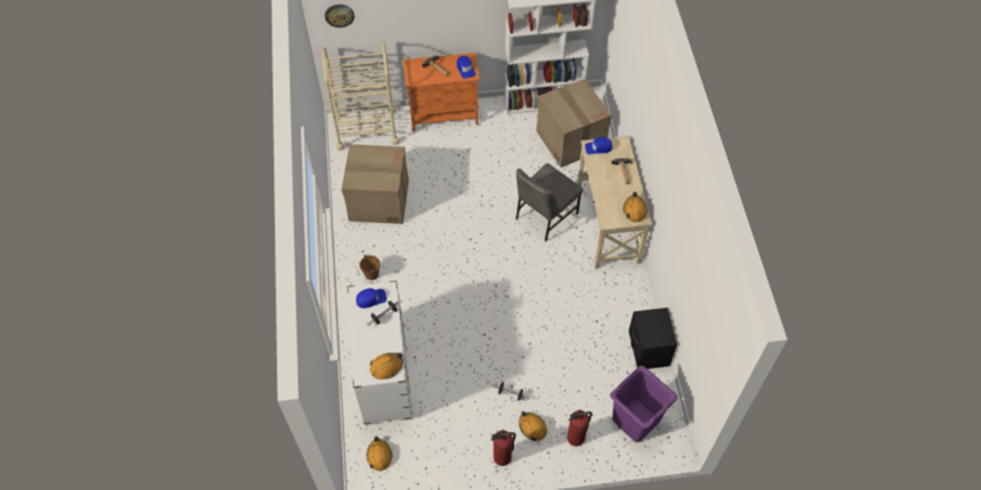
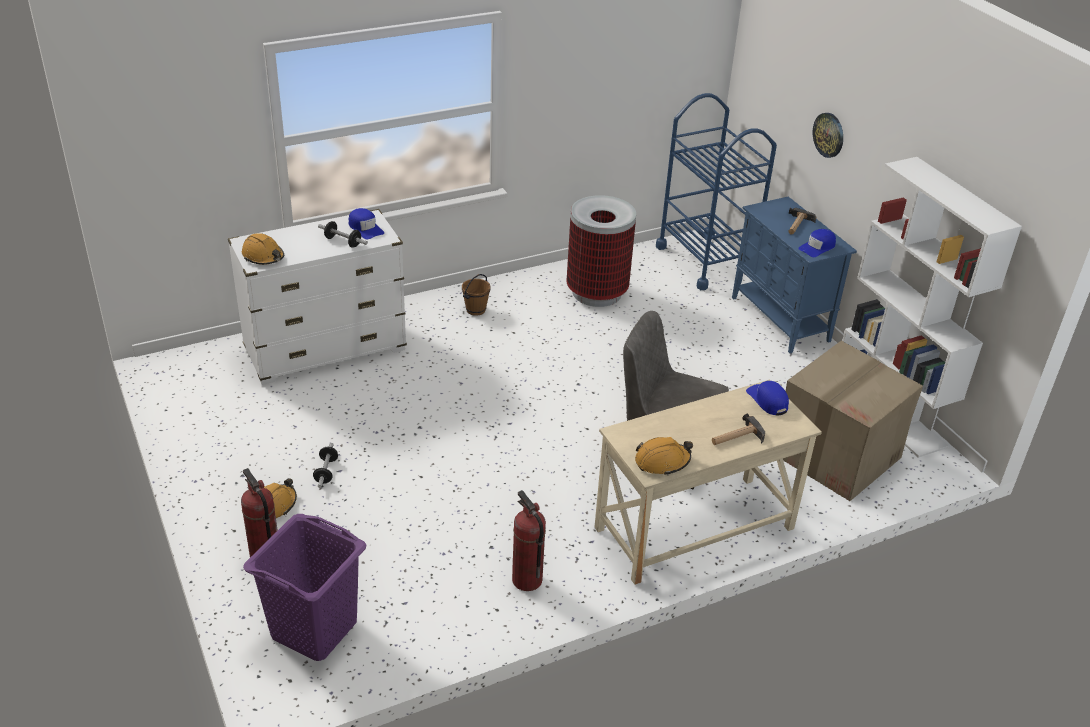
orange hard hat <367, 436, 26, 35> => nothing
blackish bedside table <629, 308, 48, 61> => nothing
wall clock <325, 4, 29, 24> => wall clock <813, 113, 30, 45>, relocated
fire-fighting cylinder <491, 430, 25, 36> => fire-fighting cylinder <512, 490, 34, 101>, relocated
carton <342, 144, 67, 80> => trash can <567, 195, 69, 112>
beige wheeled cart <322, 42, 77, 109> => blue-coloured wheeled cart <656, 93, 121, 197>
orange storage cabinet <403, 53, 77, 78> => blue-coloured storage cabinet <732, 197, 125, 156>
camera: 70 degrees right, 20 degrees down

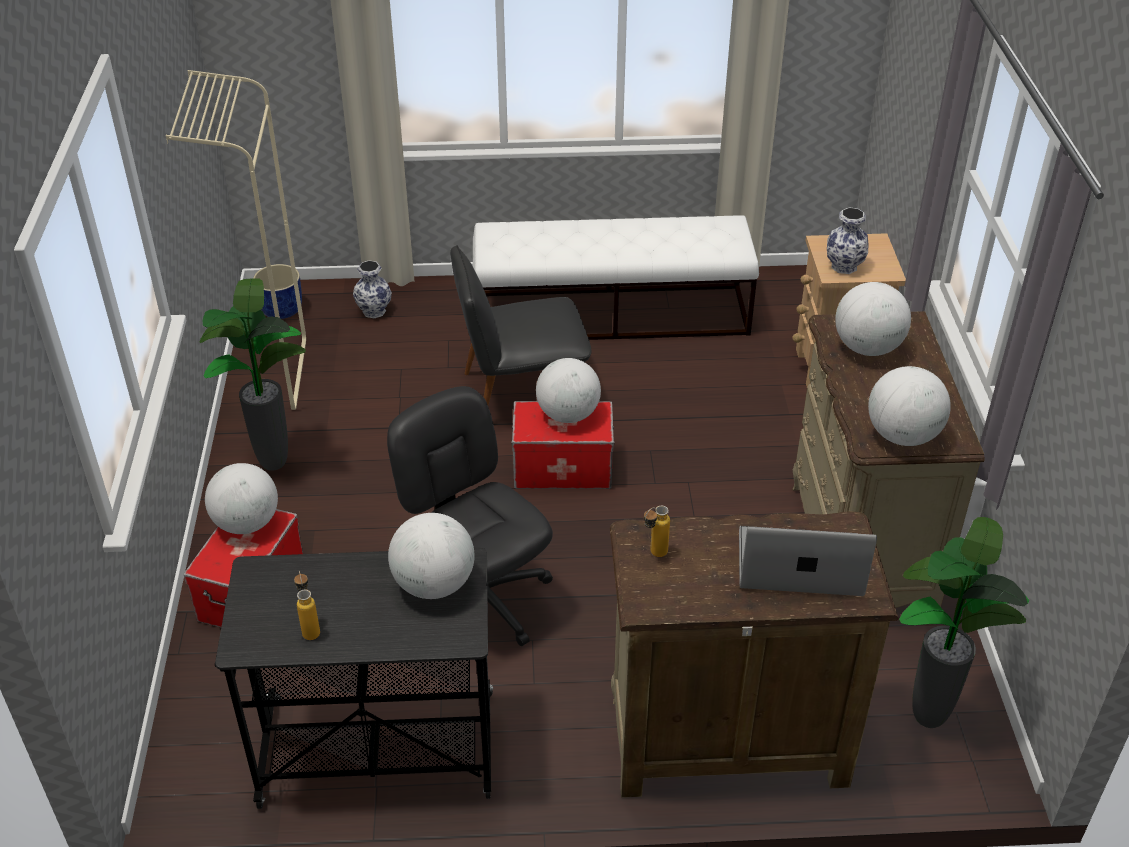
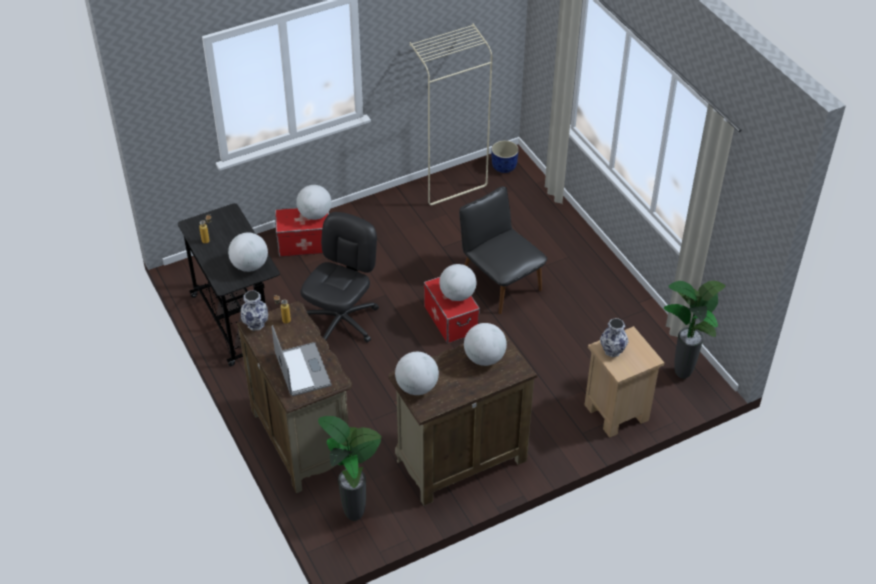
white-coloured bench <473, 215, 286, 125> => nothing
potted plant <199, 278, 107, 193> => potted plant <664, 281, 61, 98>, relocated
flower vase <353, 260, 39, 58> => flower vase <241, 290, 27, 41>, relocated
camera: 65 degrees right, 5 degrees up

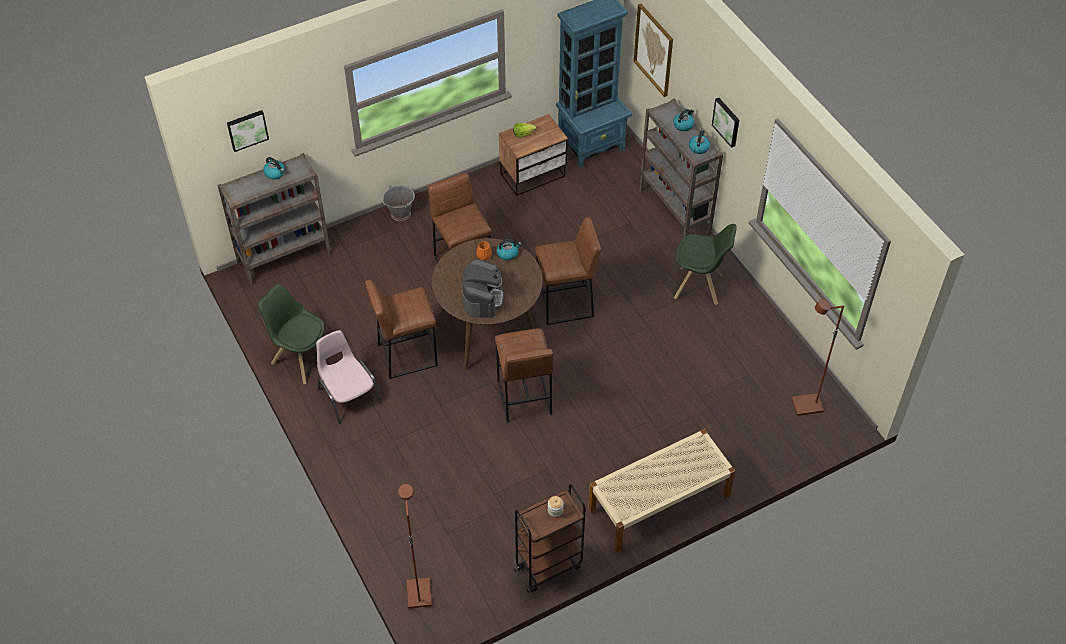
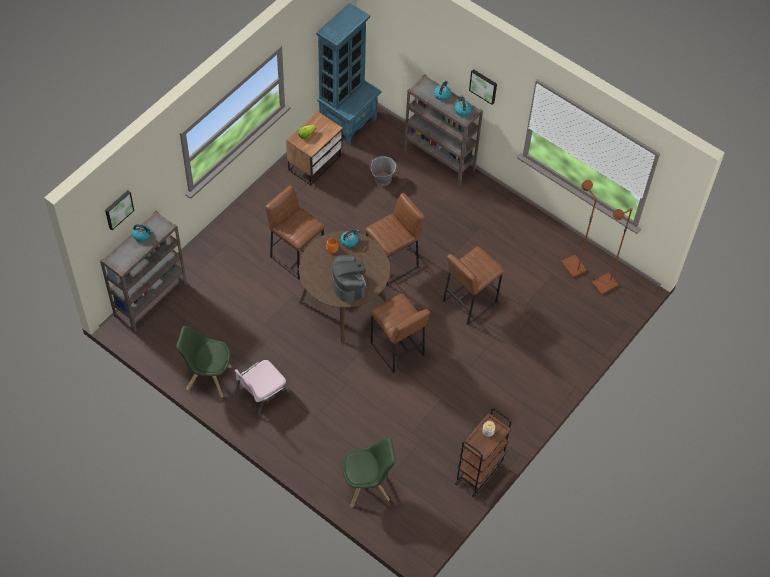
beige bench <588, 429, 147, 124> => nothing
picture <634, 4, 39, 93> => nothing
brown stool seat <365, 280, 73, 99> => brown stool seat <443, 246, 61, 79>, relocated
gray bucket <383, 185, 32, 36> => gray bucket <371, 156, 25, 30>, relocated
brown standard lamp <398, 484, 34, 125> => brown standard lamp <561, 180, 36, 98>, relocated
greenish chair <674, 224, 63, 81> => greenish chair <343, 437, 53, 71>, relocated
pink-coloured chair <316, 330, 66, 94> => pink-coloured chair <235, 360, 56, 58>, 75 degrees counterclockwise
camera: 25 degrees left, 5 degrees up

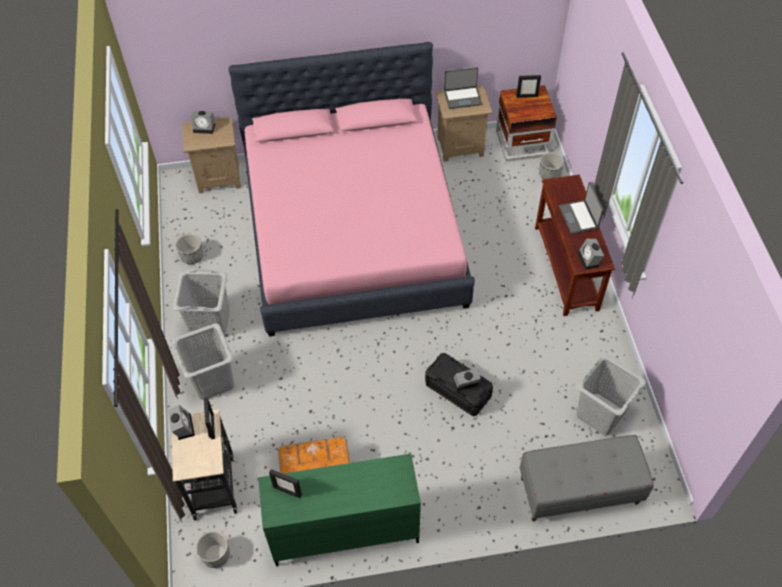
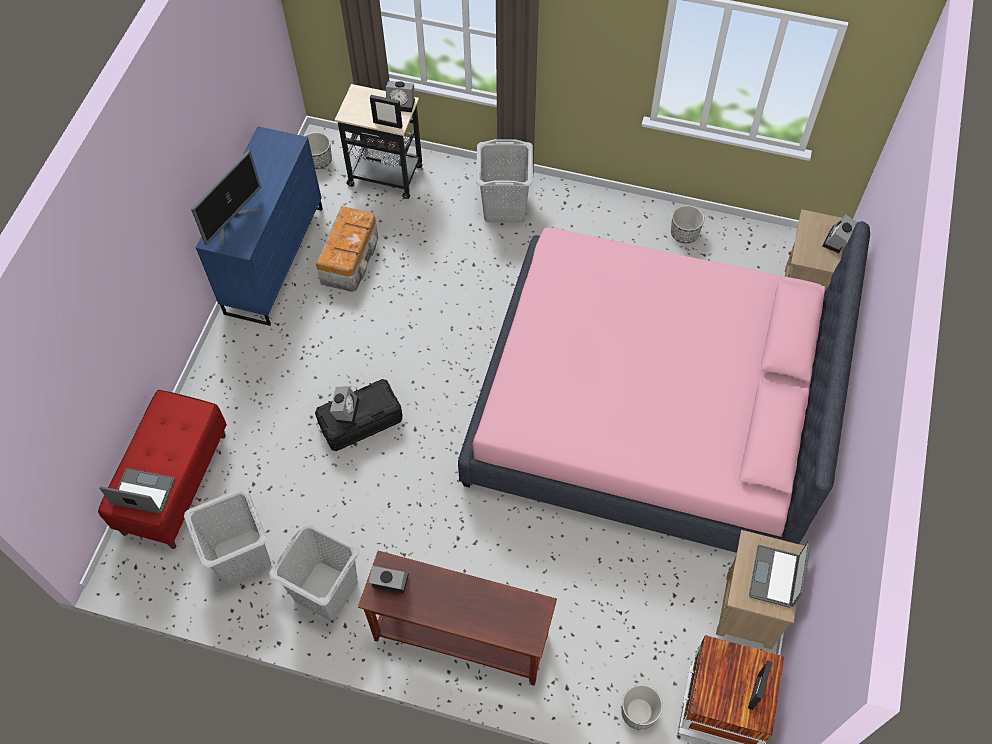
standing frame <269, 469, 33, 29> => nothing
nothing => monitor <191, 150, 71, 98>
gray hamper <173, 269, 57, 67> => gray hamper <269, 521, 91, 100>, relocated
laptop <559, 182, 45, 52> => laptop <99, 468, 76, 45>, relocated
greenish dresser <258, 454, 163, 112> => blue-coloured dresser <196, 126, 127, 200>
gray bench <520, 435, 134, 86> => reddish bench <98, 390, 129, 159>
camera: 115 degrees right, 5 degrees up

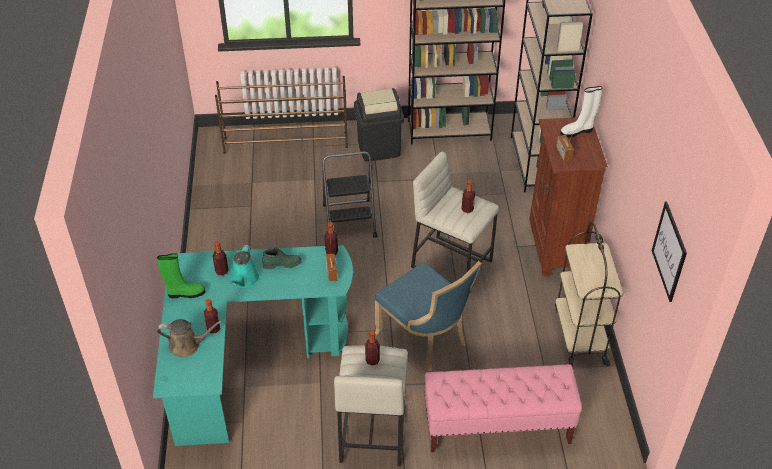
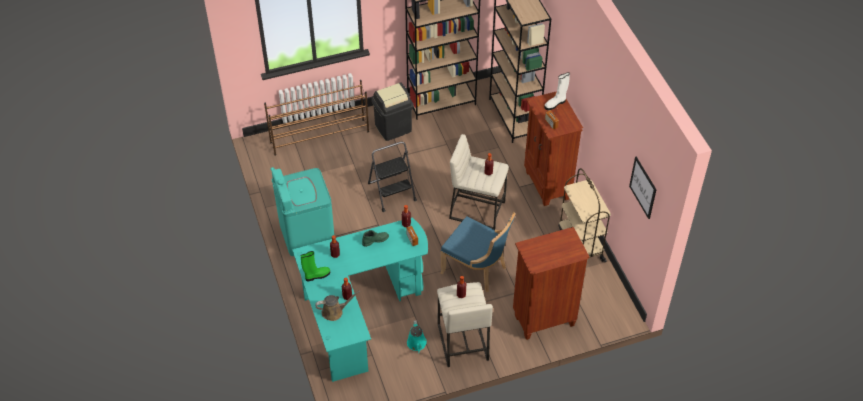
nothing => turquoise-coloured laundry machine <270, 167, 64, 89>
turquoise-coloured watering pot <230, 245, 30, 43> => turquoise-coloured watering pot <407, 320, 20, 33>, relocated
pink-coloured bench <424, 364, 158, 88> => brown storage cabinet <513, 227, 77, 113>
camera: 15 degrees left, 5 degrees up

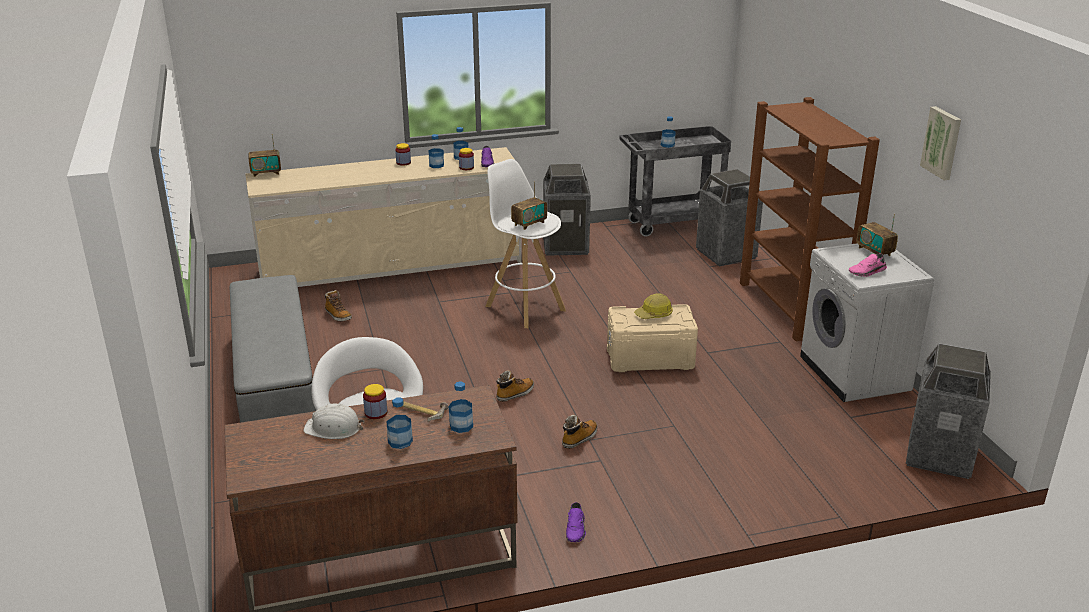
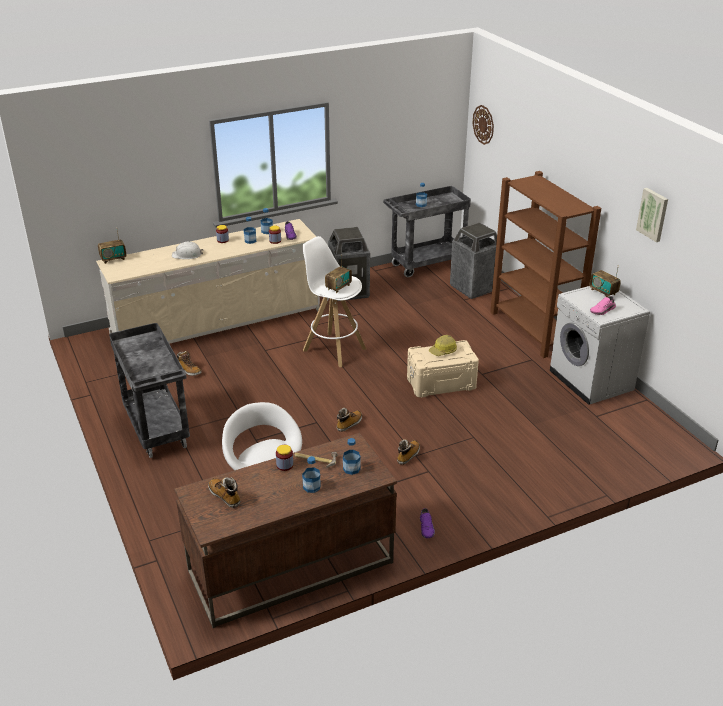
trash can <906, 343, 85, 136> => nothing
nothing => high-top boot <208, 477, 32, 31>
nothing => wall clock <472, 105, 22, 40>
white-coloured hard hat <303, 404, 61, 35> => white-coloured hard hat <172, 241, 31, 18>, relocated
gray bench <229, 275, 87, 148> => gray wheeled cart <109, 323, 81, 135>
camera: 10 degrees left, 5 degrees up

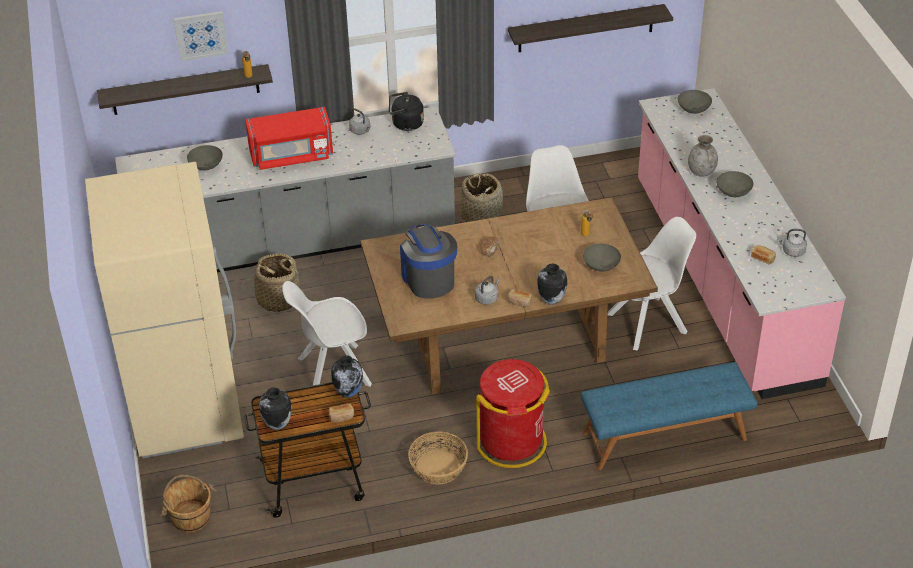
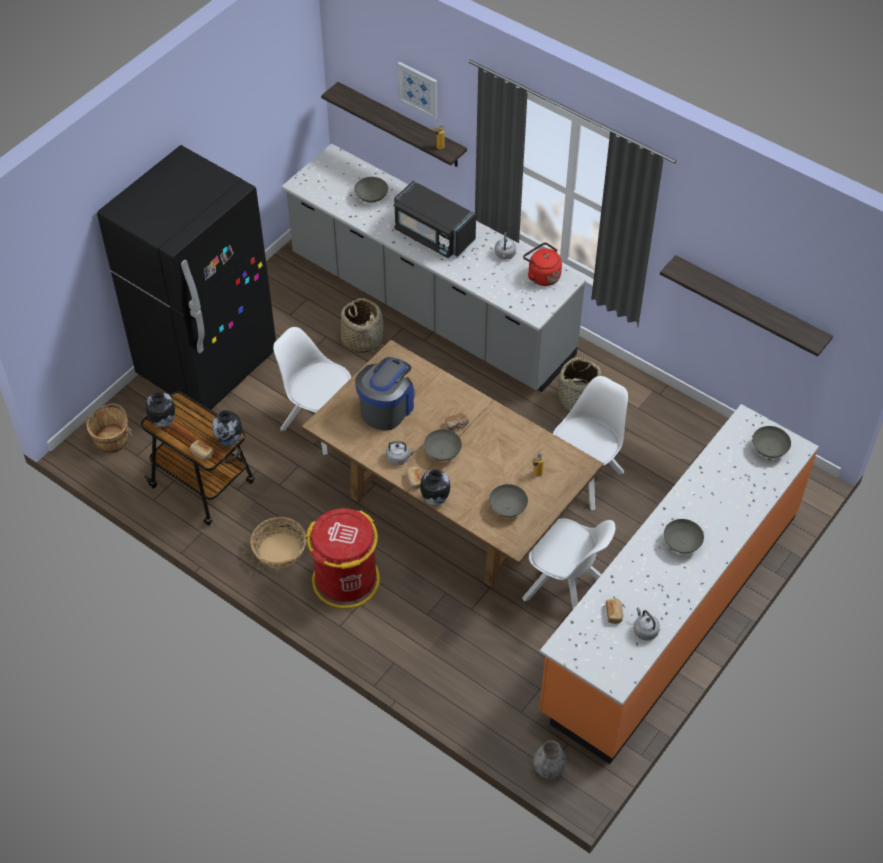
blue-coloured bench <581, 362, 177, 108> => nothing
nothing => gray serving bowl <424, 429, 38, 32>
gray flower vase <688, 135, 30, 42> => gray flower vase <533, 740, 34, 39>, relocated
beige kitchen fridge <85, 162, 159, 296> => blackish kitchen fridge <97, 145, 179, 265>
reddish microwave <245, 107, 88, 63> => blackish microwave <394, 181, 82, 77>
blackish kettle <389, 92, 35, 39> => reddish kettle <523, 242, 39, 44>
pink-coloured kitchen base unit <638, 88, 208, 311> => orange kitchen base unit <540, 404, 279, 360>
camera: 50 degrees right, 10 degrees up

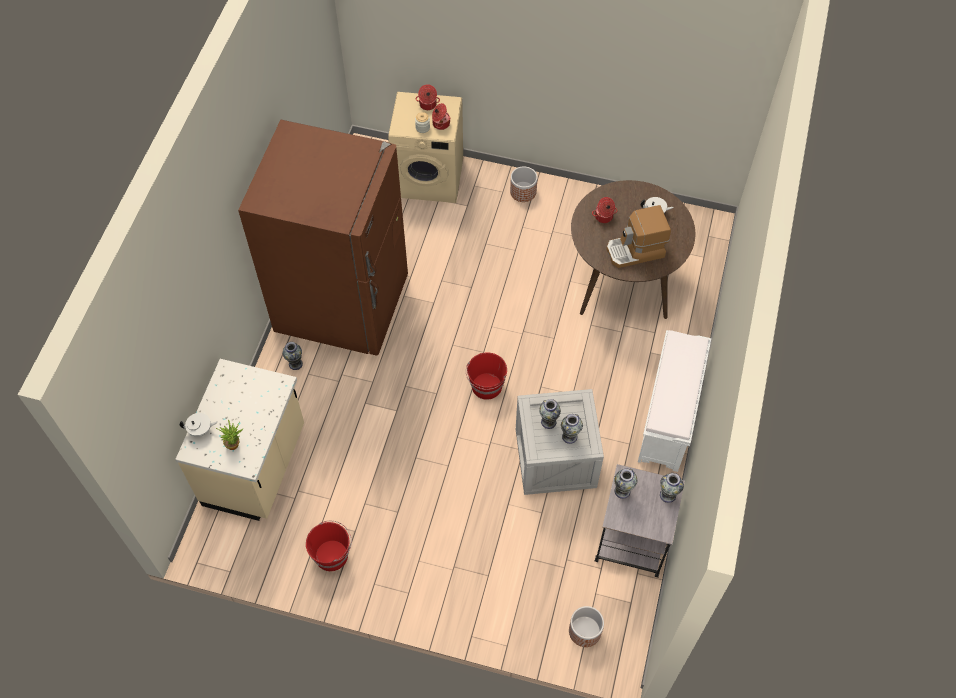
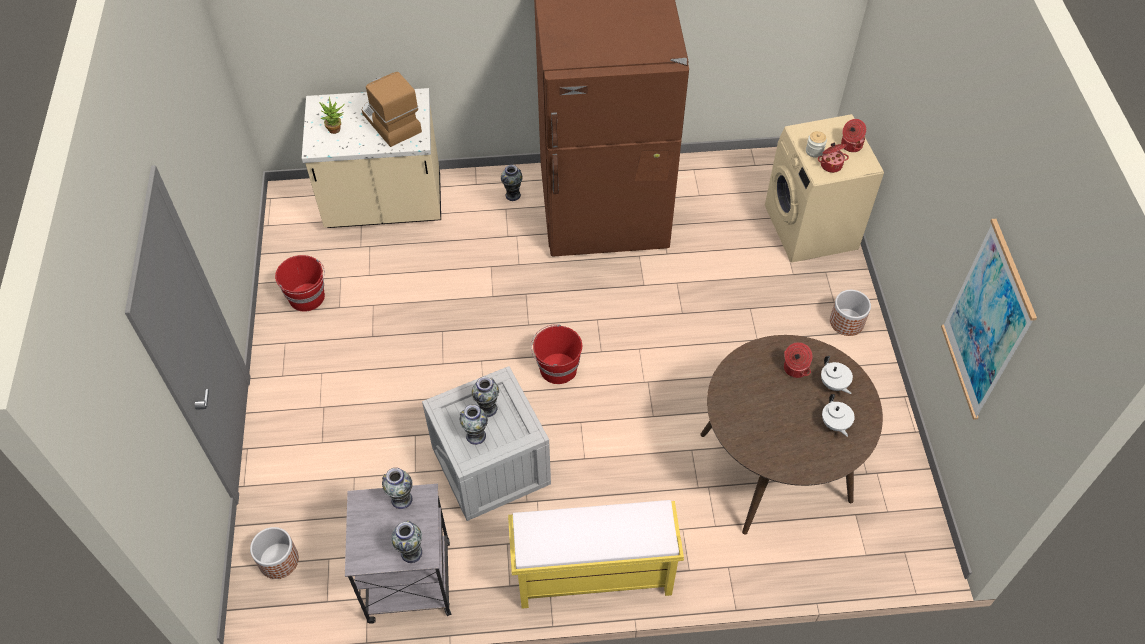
nothing => picture <941, 219, 96, 201>
white-coloured teapot <180, 413, 38, 24> => white-coloured teapot <821, 356, 32, 38>, relocated
coffee brewer <606, 205, 65, 63> => coffee brewer <362, 72, 60, 75>, relocated
white-coloured bench <638, 330, 73, 142> => yellow-coloured bench <508, 500, 176, 109>
camera: 70 degrees right, 5 degrees down

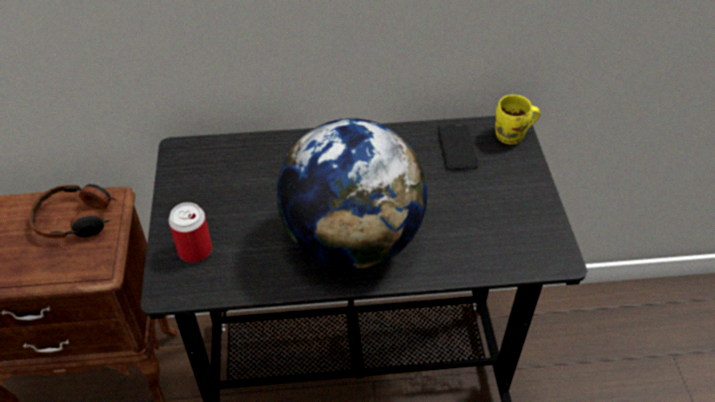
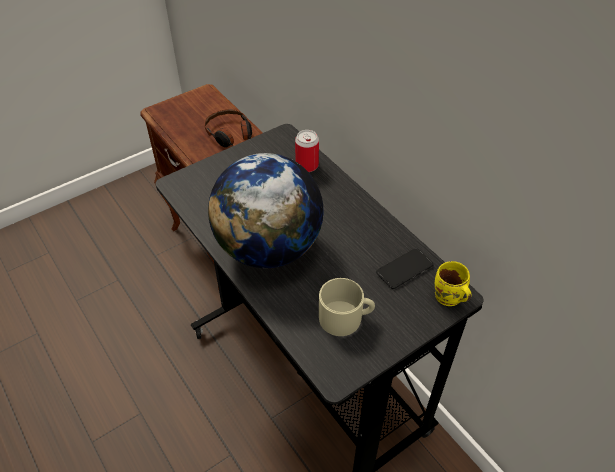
nothing => beige mug <319, 278, 56, 58>
can <169, 202, 43, 61> => can <295, 130, 24, 42>, relocated
camera: 60 degrees right, 0 degrees up

